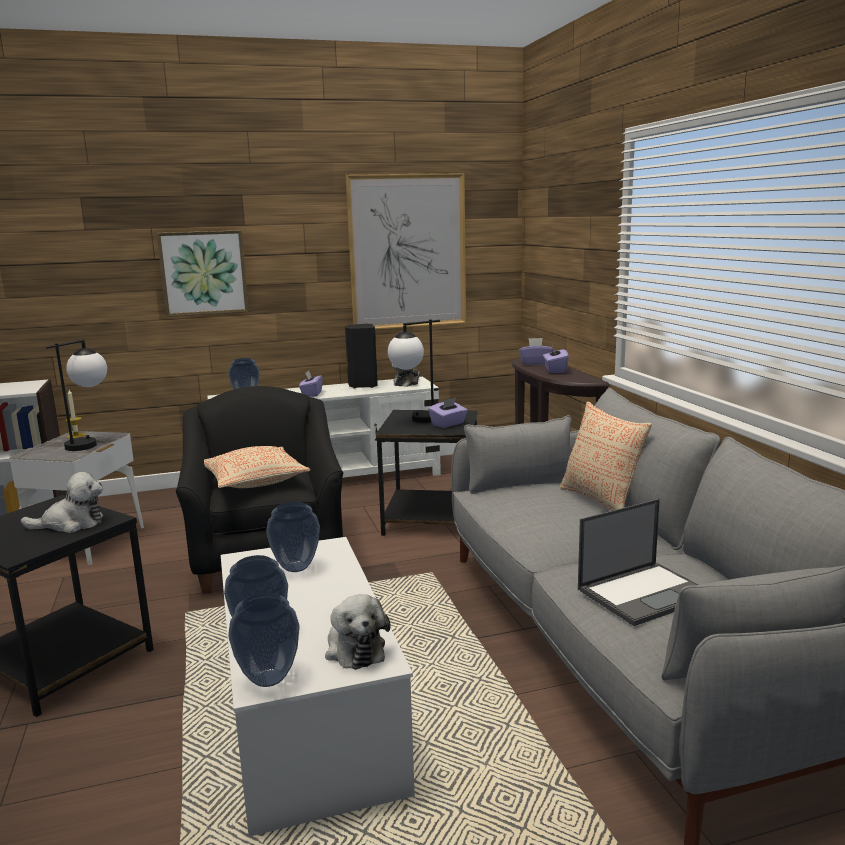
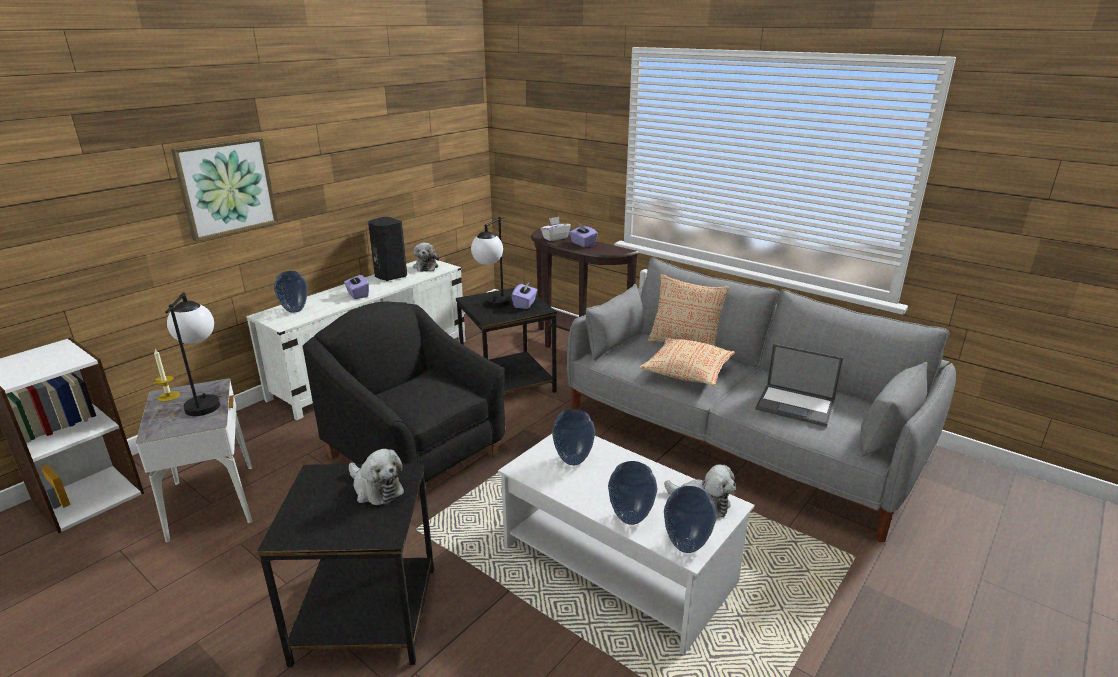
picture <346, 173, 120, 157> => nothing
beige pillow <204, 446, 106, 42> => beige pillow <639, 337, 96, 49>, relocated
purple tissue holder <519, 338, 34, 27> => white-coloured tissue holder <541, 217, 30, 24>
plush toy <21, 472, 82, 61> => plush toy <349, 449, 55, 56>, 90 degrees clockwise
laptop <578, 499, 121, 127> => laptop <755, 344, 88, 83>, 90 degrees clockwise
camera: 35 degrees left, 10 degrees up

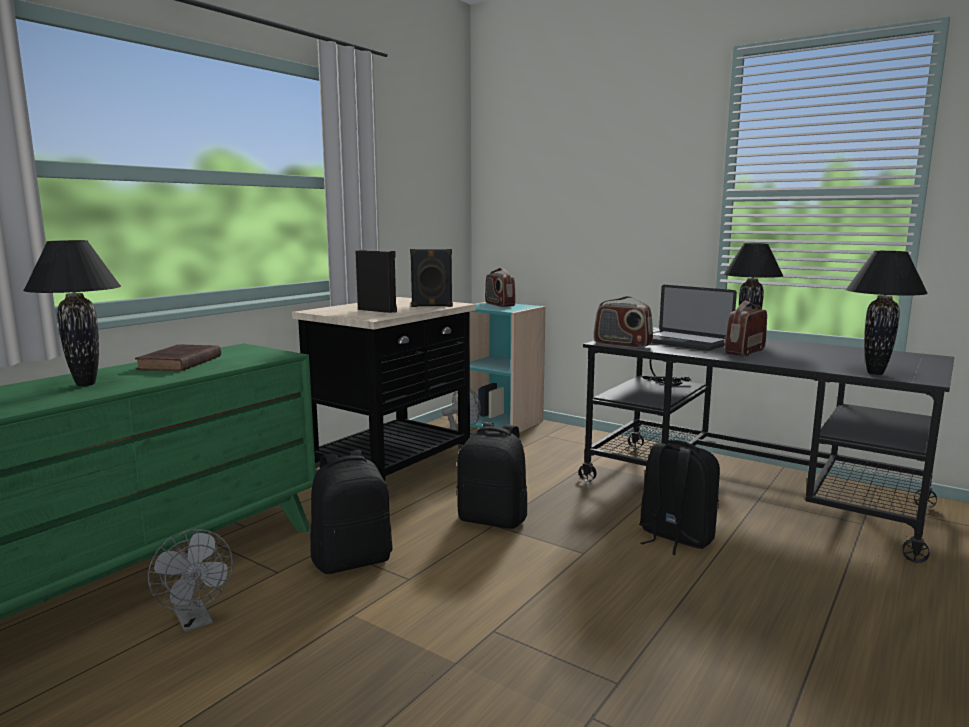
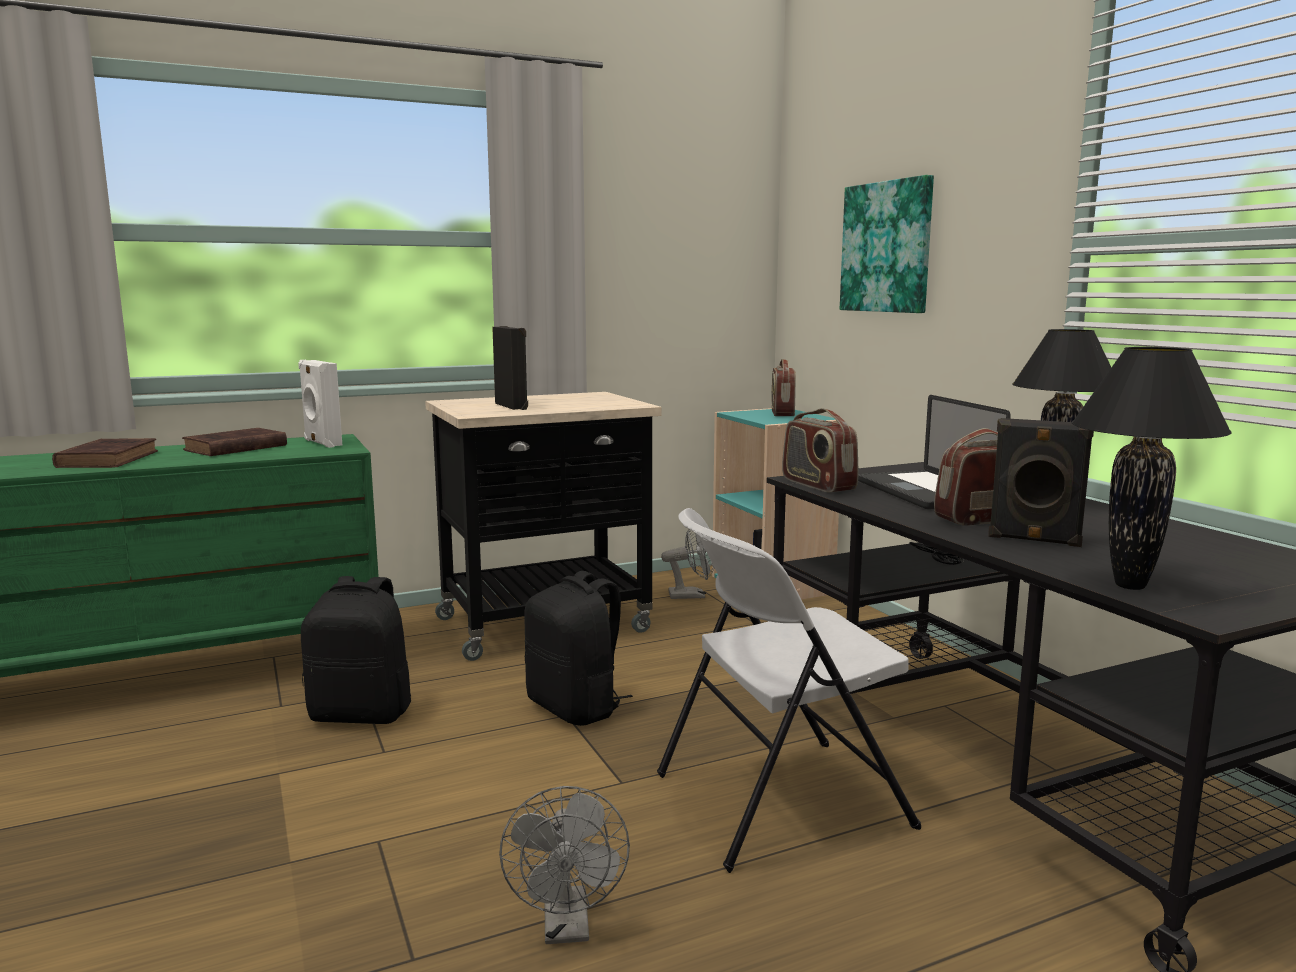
nothing => white-coloured loudspeaker <298, 360, 44, 88>
nothing => picture <840, 175, 94, 138>
gray fan <148, 529, 85, 103> => gray fan <499, 786, 131, 158>, relocated
blackish loudspeaker <410, 249, 43, 58> => blackish loudspeaker <988, 418, 106, 129>, relocated
blackish tabletop lamp <23, 240, 98, 146> => brown bound book <52, 438, 106, 30>
blackish knapsack <639, 440, 81, 115> => white-coloured chair <657, 508, 264, 365>
camera: 30 degrees right, 0 degrees up

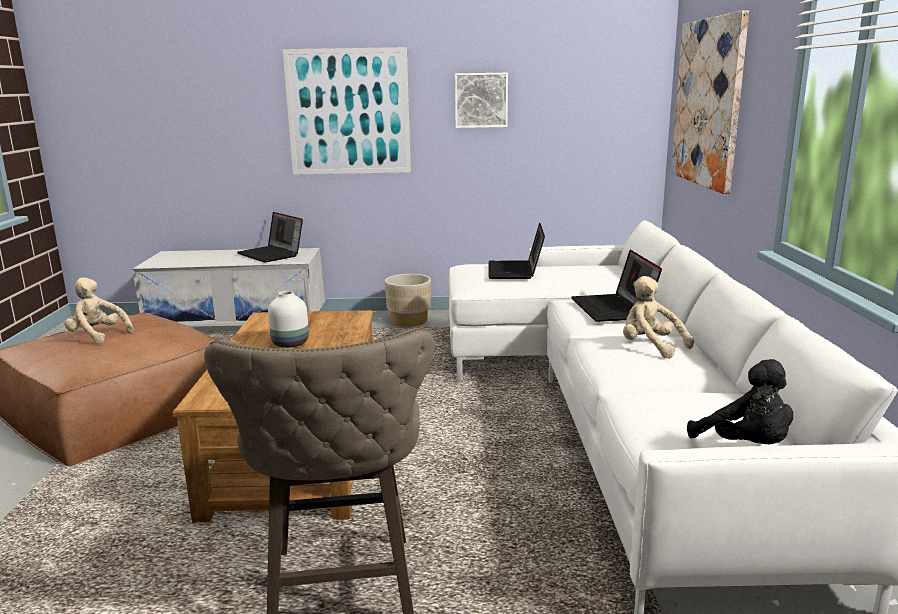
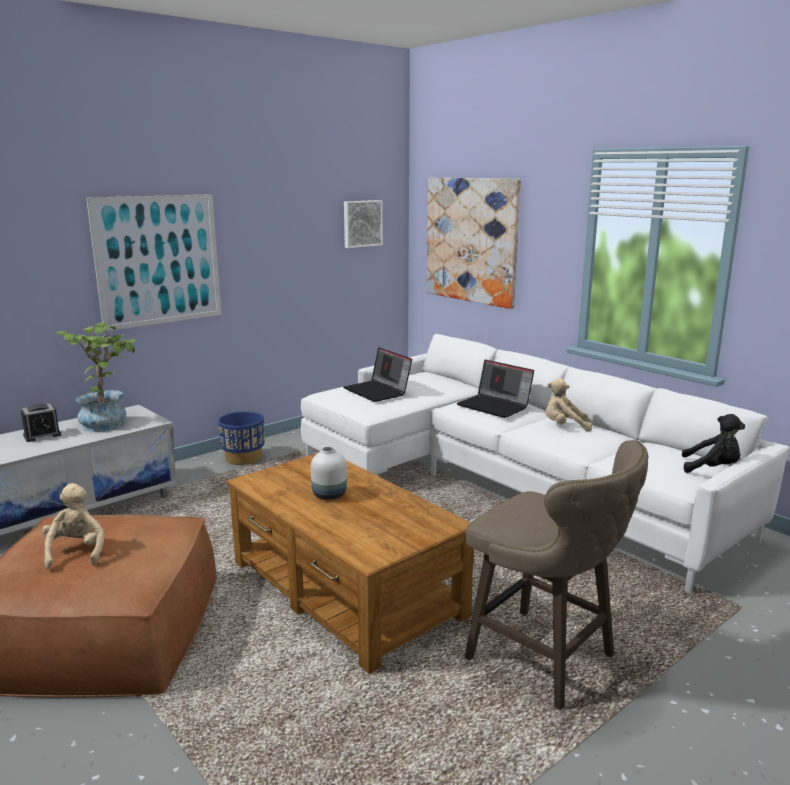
nothing => table clock <21, 404, 40, 38>
picture <455, 73, 53, 55> => picture <344, 200, 39, 48>, relocated
laptop <237, 212, 66, 51> => potted plant <56, 322, 80, 110>
beige plant pot <385, 274, 46, 53> => blue-coloured plant pot <218, 411, 47, 54>
beige plush toy <64, 277, 69, 67> => beige plush toy <42, 483, 62, 86>, 90 degrees clockwise
camera: 40 degrees left, 0 degrees up

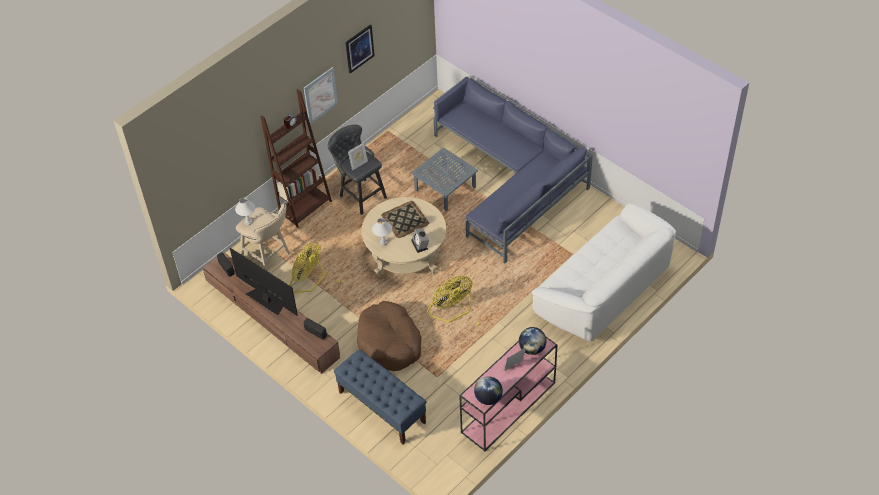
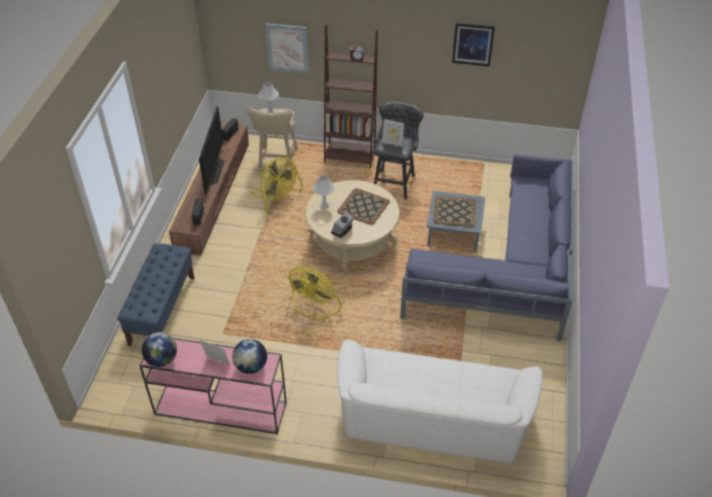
brown dog bed <357, 301, 64, 70> => nothing
nothing => serving tray <434, 196, 41, 31>
picture <304, 67, 34, 57> => picture <265, 23, 44, 50>, relocated
yellow-coloured fan <289, 242, 52, 51> => yellow-coloured fan <250, 157, 53, 57>, 135 degrees clockwise
camera: 55 degrees right, 5 degrees down

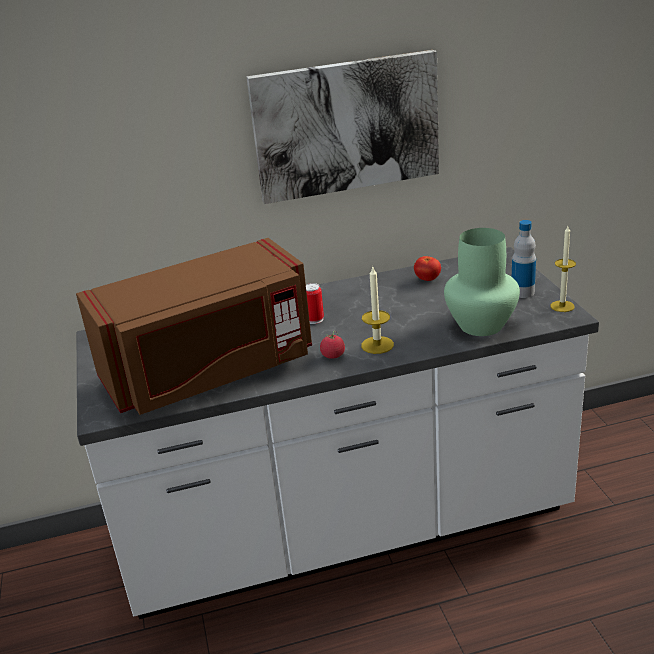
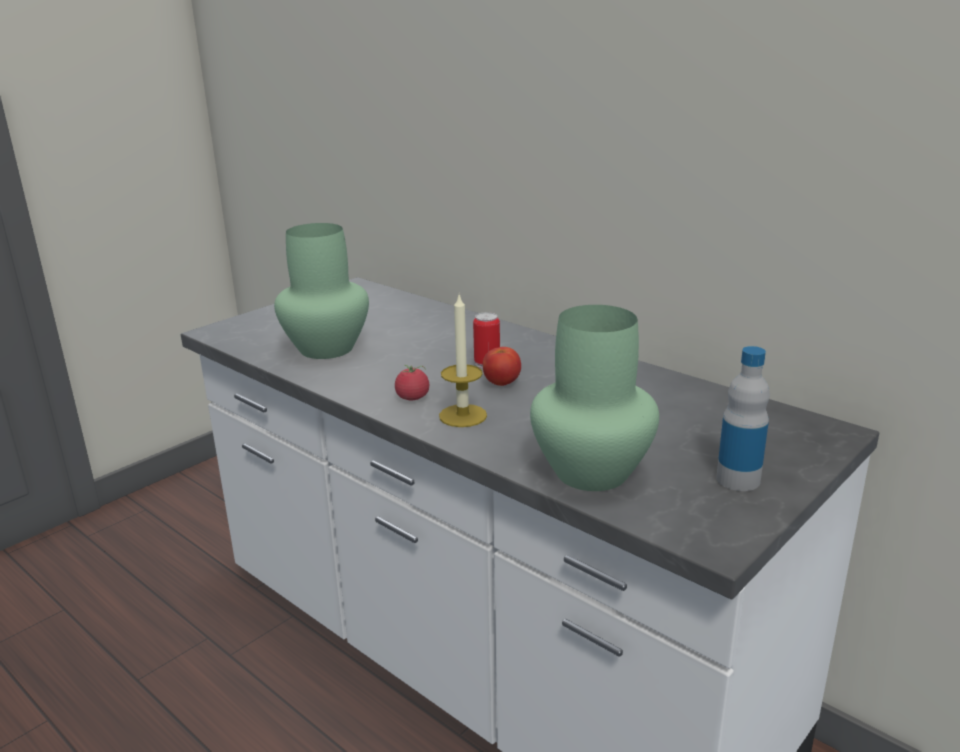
picture <246, 50, 193, 154> => nothing
candle <551, 226, 25, 86> => nothing
whole tomato <414, 256, 27, 25> => whole tomato <483, 347, 38, 39>, relocated
brown microwave <76, 238, 236, 177> => greenish flower vase <274, 223, 95, 136>
camera: 55 degrees right, 5 degrees down

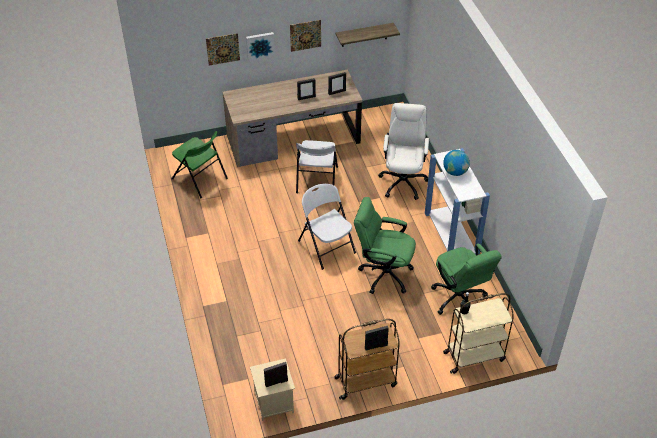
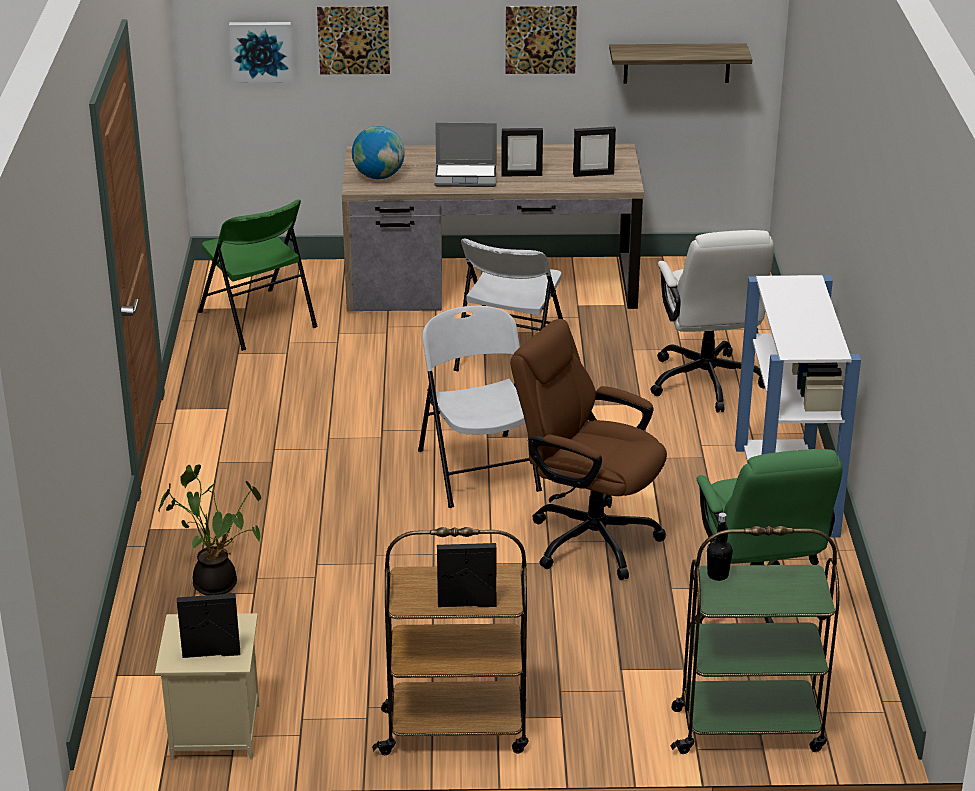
nothing => potted plant <158, 465, 103, 130>
nothing => laptop <434, 123, 63, 64>
picture <246, 32, 29, 29> => picture <229, 22, 65, 61>, relocated
desk globe <443, 150, 27, 26> => desk globe <352, 126, 53, 53>, relocated
greenish office chair <354, 197, 62, 97> => brown office chair <510, 319, 157, 261>
beige wheeled cart <443, 293, 71, 81> => greenish wheeled cart <671, 526, 168, 228>
white-coloured office chair <378, 103, 51, 97> => white-coloured office chair <650, 230, 124, 182>, 150 degrees clockwise
camera: 15 degrees right, 15 degrees down

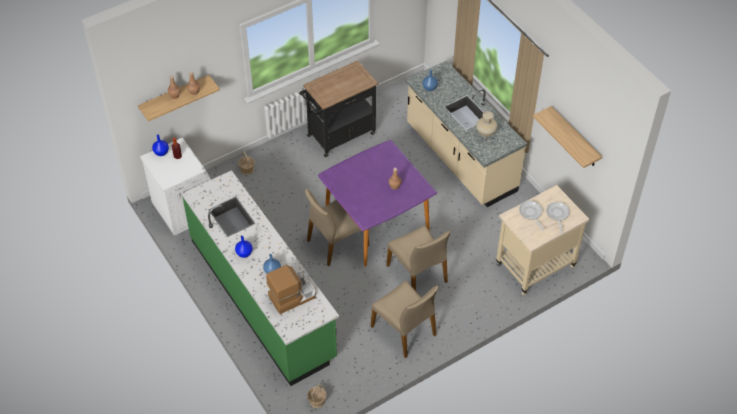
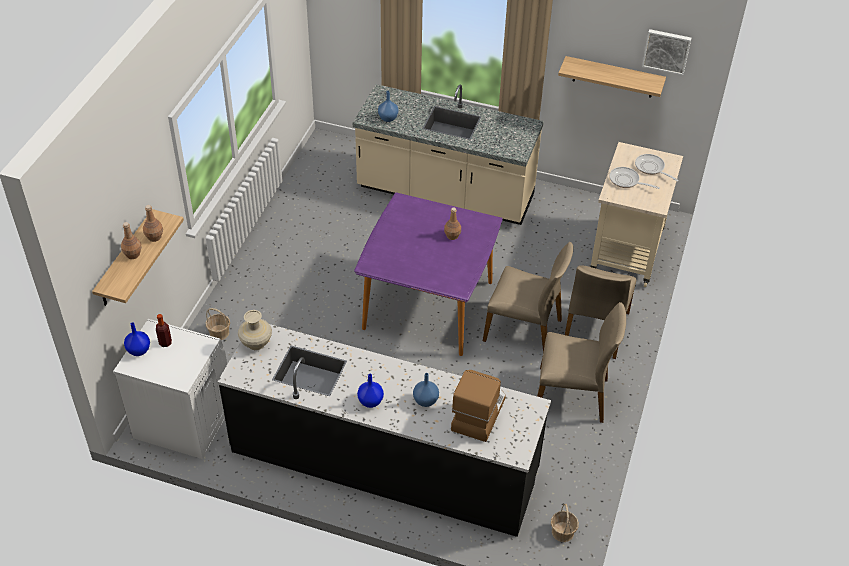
blackish wheeled cart <299, 60, 79, 97> => nothing
nothing => picture <642, 29, 49, 46>
beige chair <305, 189, 64, 77> => beige chair <565, 265, 71, 94>, relocated
beige flower vase <476, 111, 22, 26> => beige flower vase <238, 310, 34, 40>, relocated
greenish kitchen base unit <182, 170, 157, 216> => blackish kitchen base unit <217, 324, 334, 213>
camera: 40 degrees left, 5 degrees down

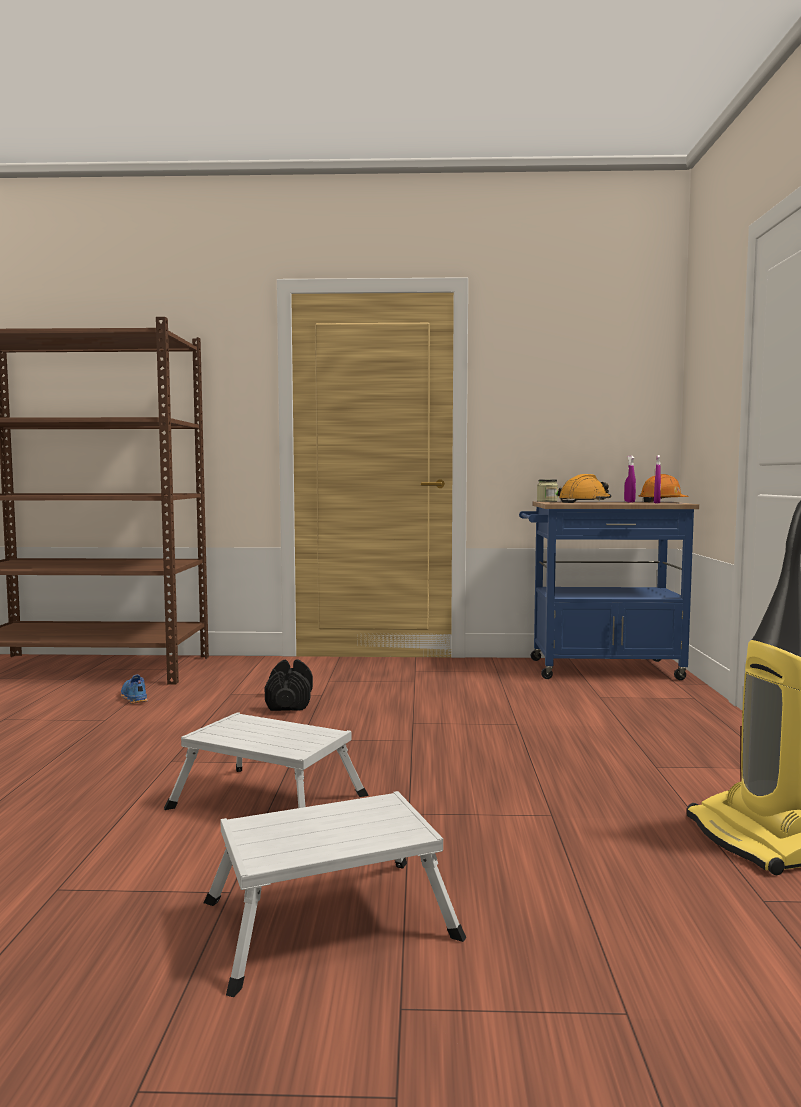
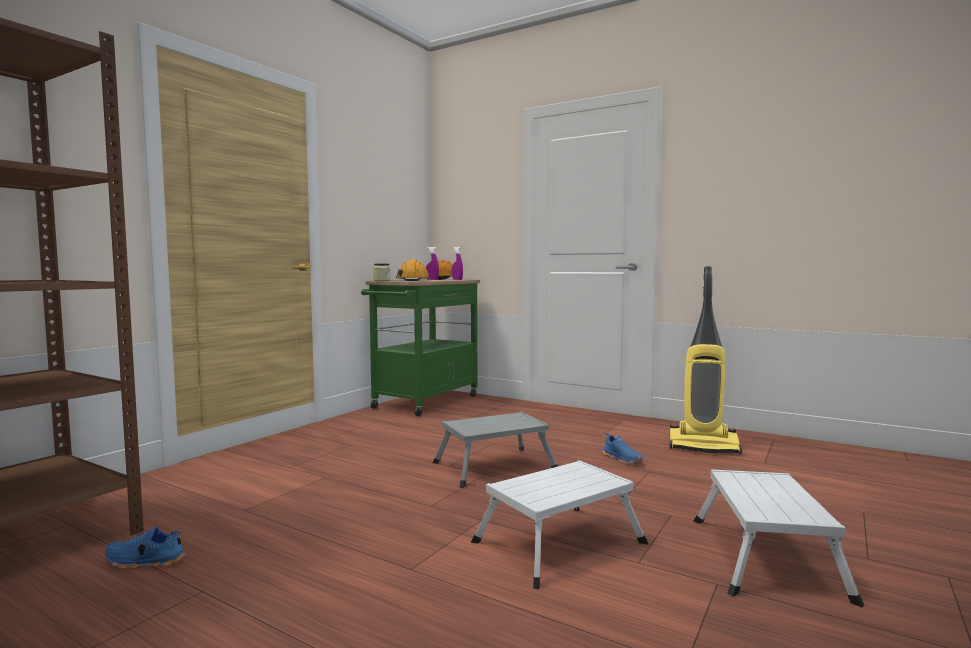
blackish dumbbell <265, 659, 48, 52> => nothing
nothing => gray step stool <432, 412, 126, 76>
nothing => blue-coloured item of footwear <603, 433, 40, 31>
blue-coloured wheeled cart <519, 501, 180, 179> => greenish wheeled cart <361, 279, 119, 137>
camera: 60 degrees left, 0 degrees up

